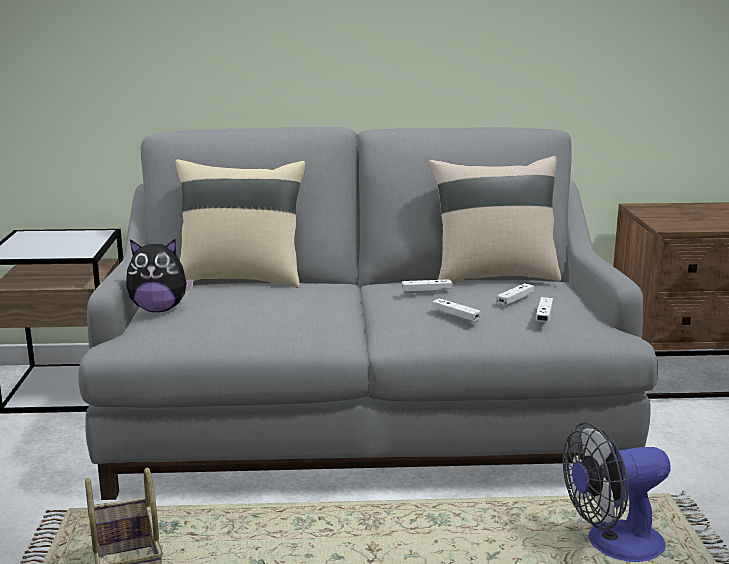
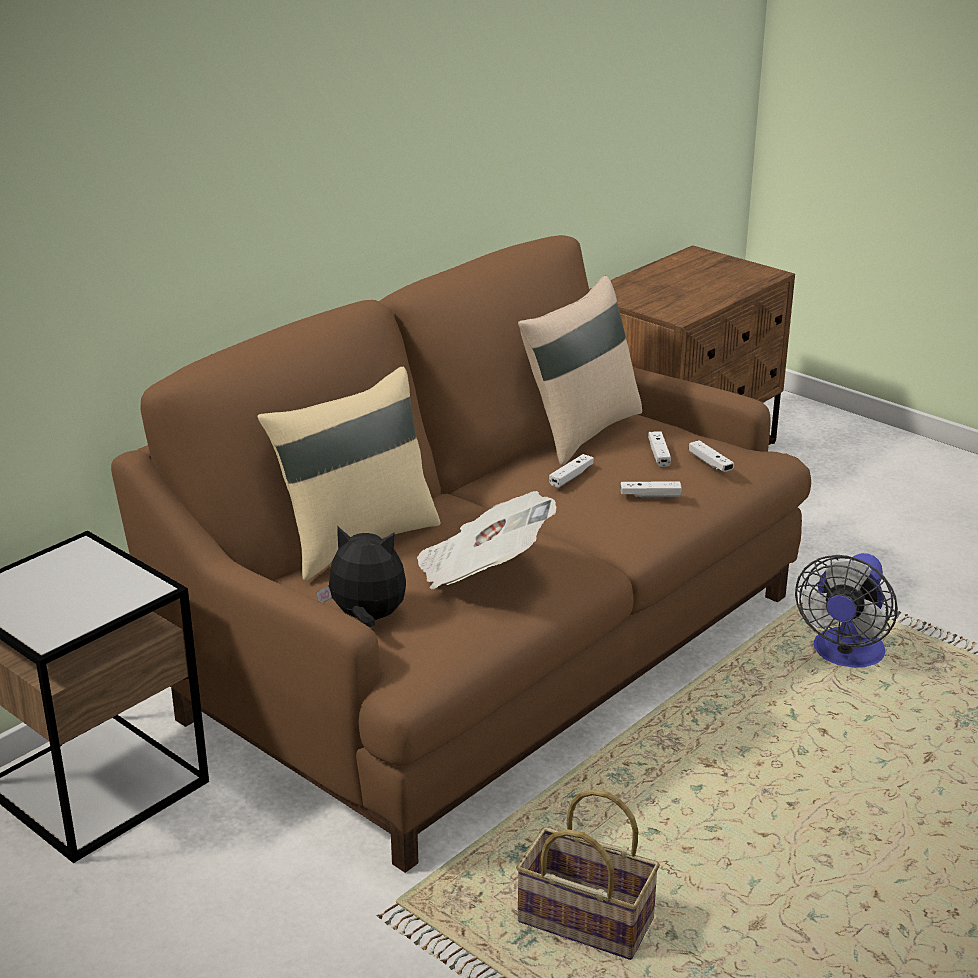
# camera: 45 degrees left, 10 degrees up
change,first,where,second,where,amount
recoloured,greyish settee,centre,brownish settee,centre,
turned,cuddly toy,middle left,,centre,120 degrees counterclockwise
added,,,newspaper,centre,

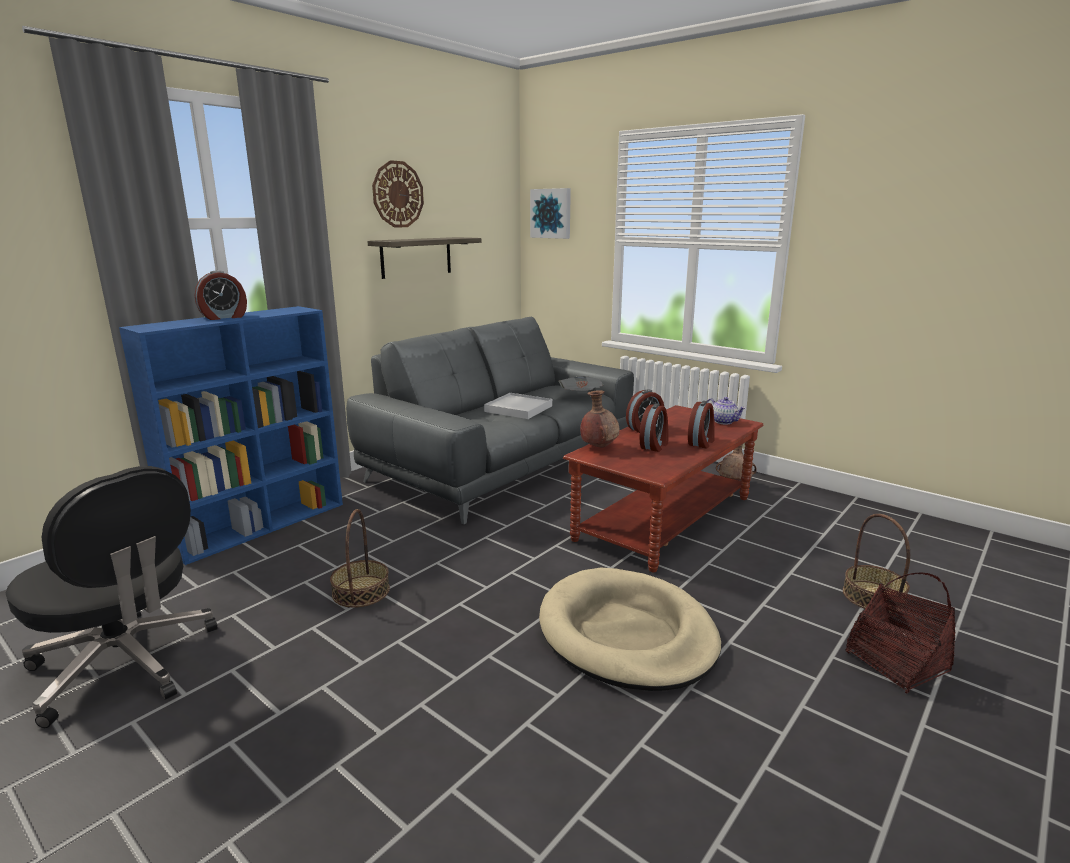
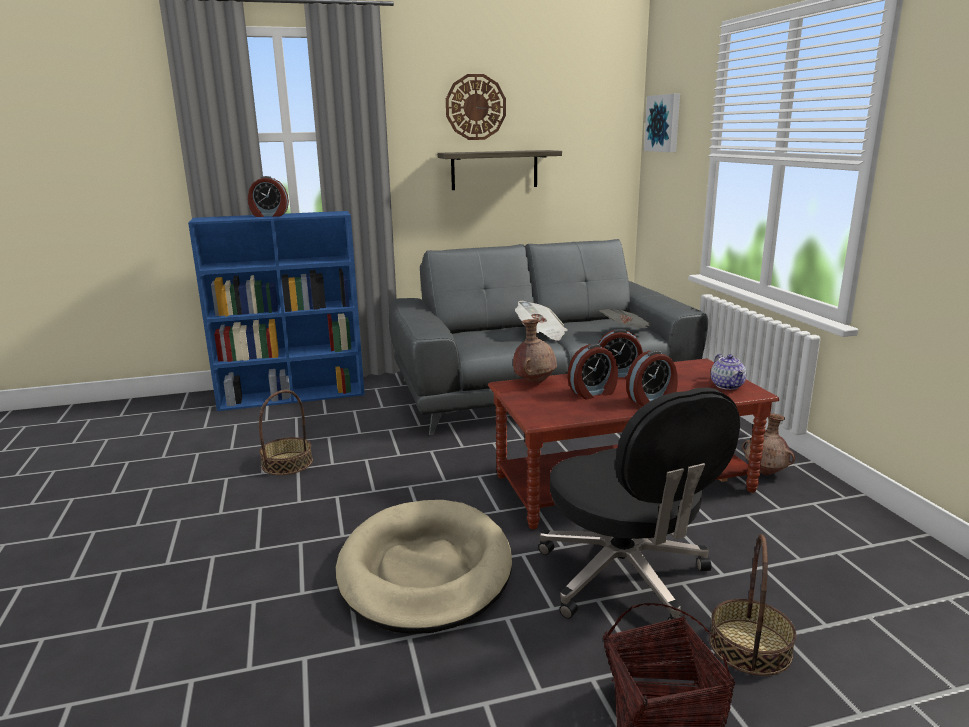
# camera: 35 degrees right, 0 degrees up
change,first,where,second,where,amount
moved,blackish computer chair,bottom left,,bottom centre,
replaced,whitish serving tray,centre,newspaper (1st from left),centre,

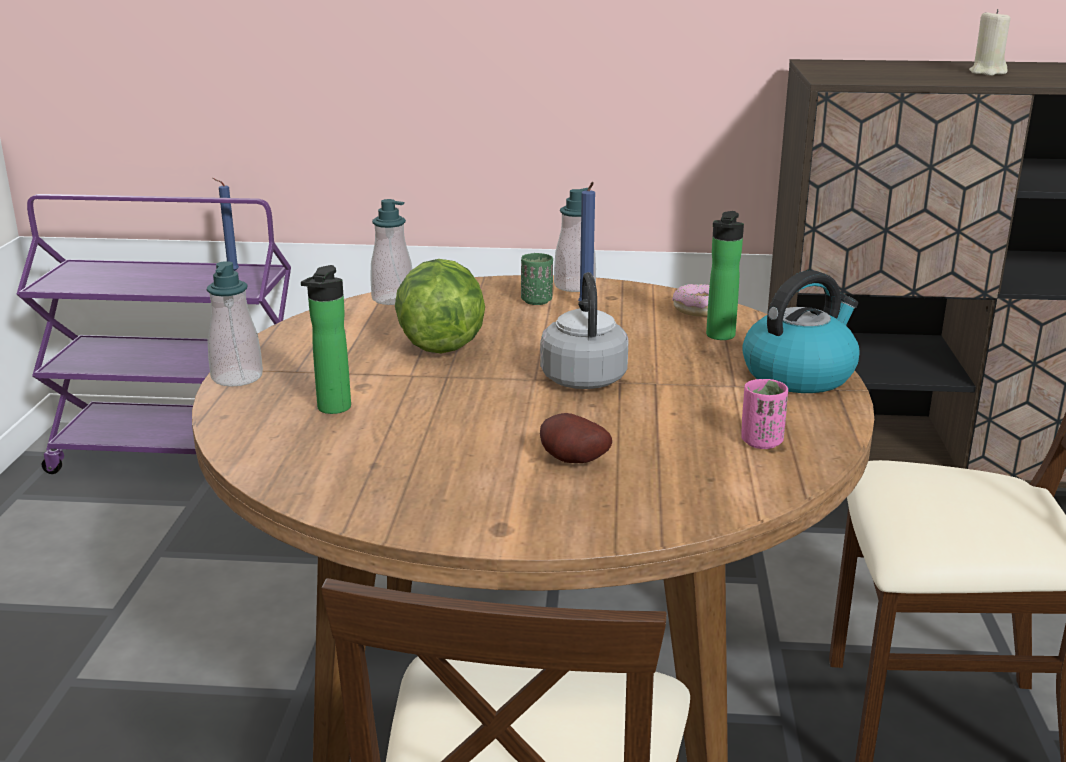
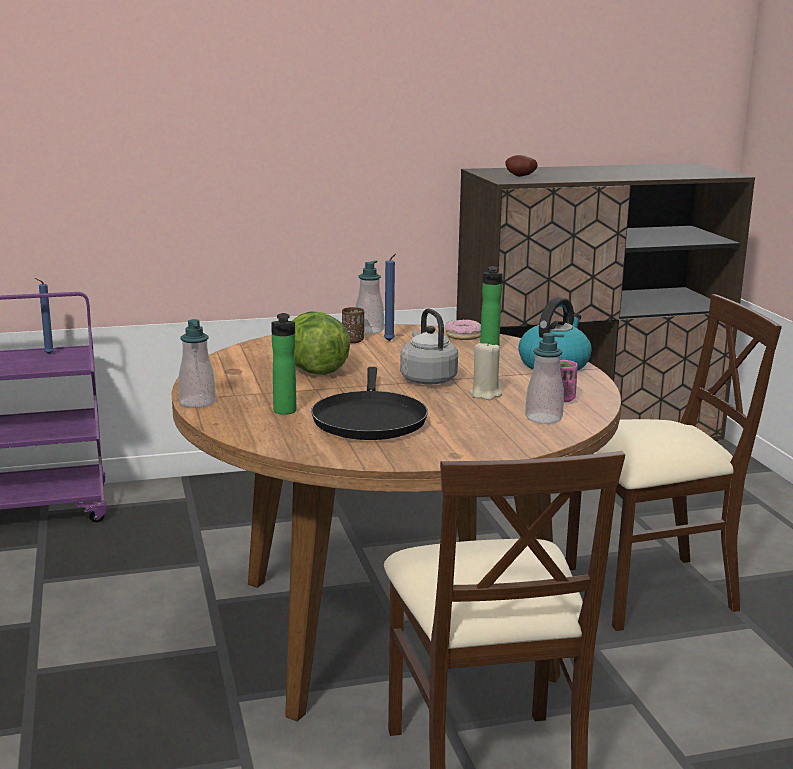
# camera: 20 degrees left, 5 degrees down
change,first,where,second,where,amount
moved,soap dispenser (2nd from left in the first image),top centre,soap dispenser (3rd from left),middle right,
recoloured,green-coloured drinking cup,centre,brownish drinking cup,centre,
moved,spud,centre,,top centre,
moved,sand-coloured wax candle,top right,,centre,
added,,,blackish pan,centre,

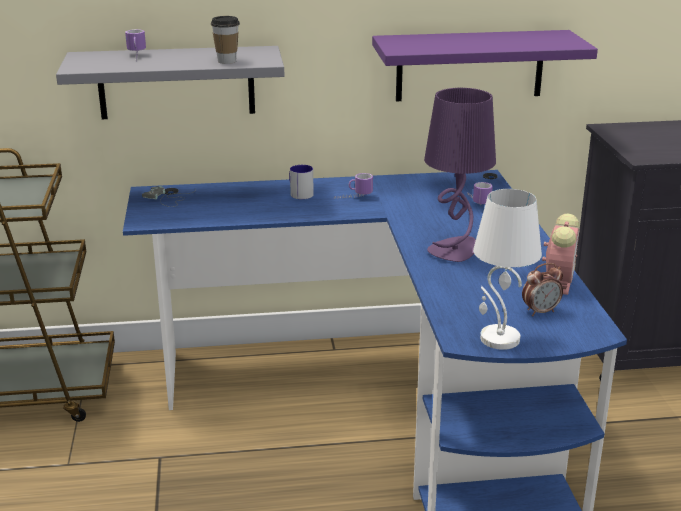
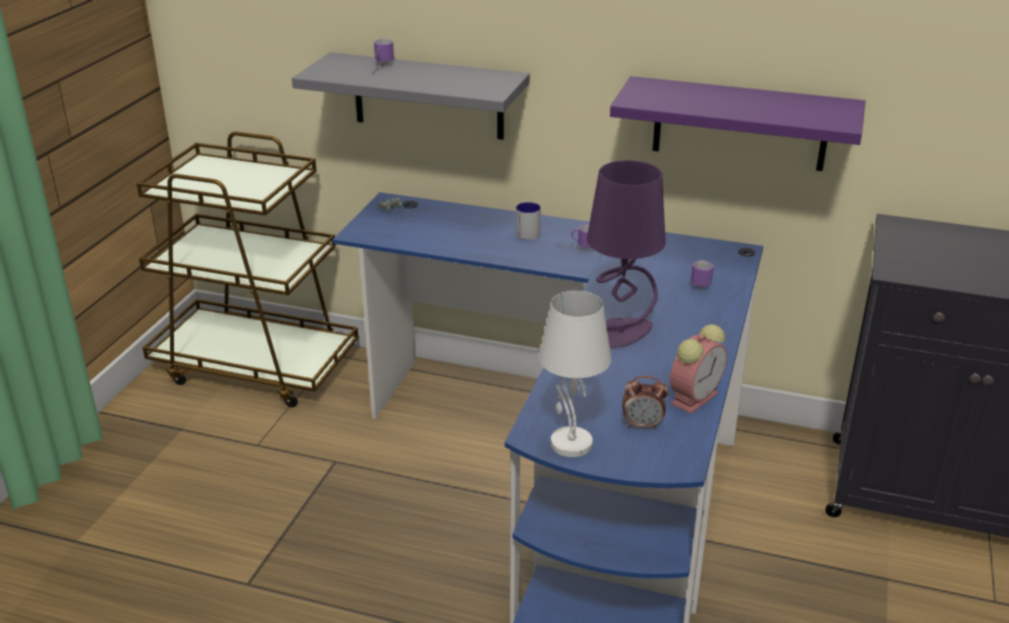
# camera: 25 degrees right, 5 degrees up
change,first,where,second,where,amount
removed,drinking cup,top left,,,

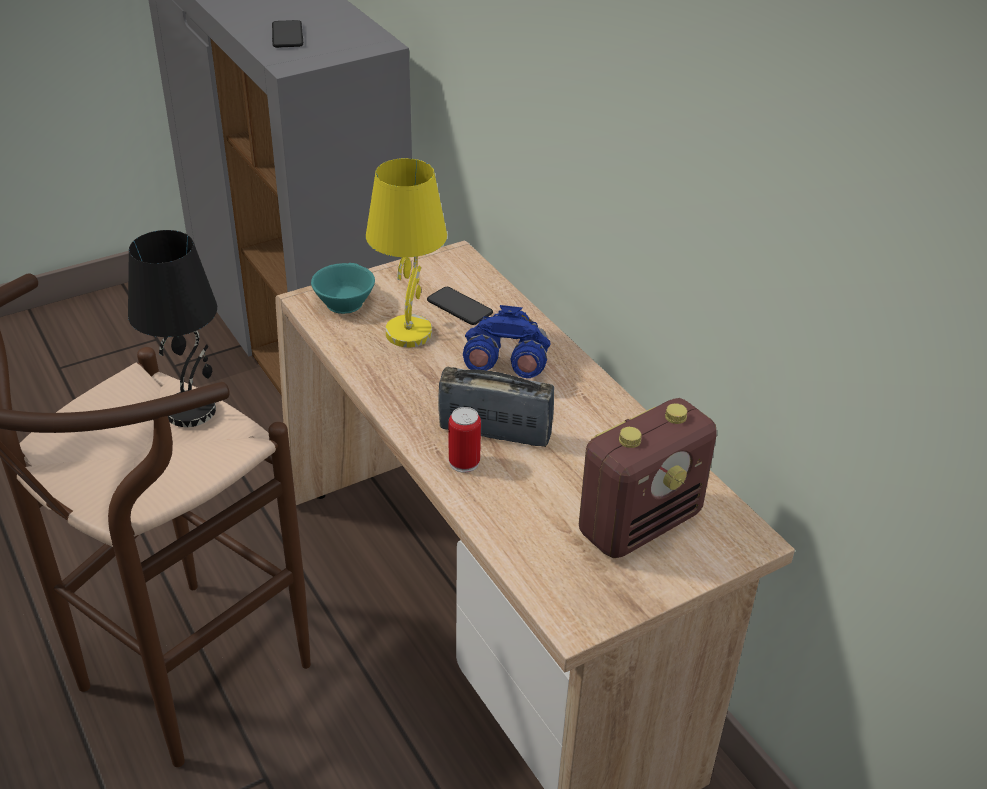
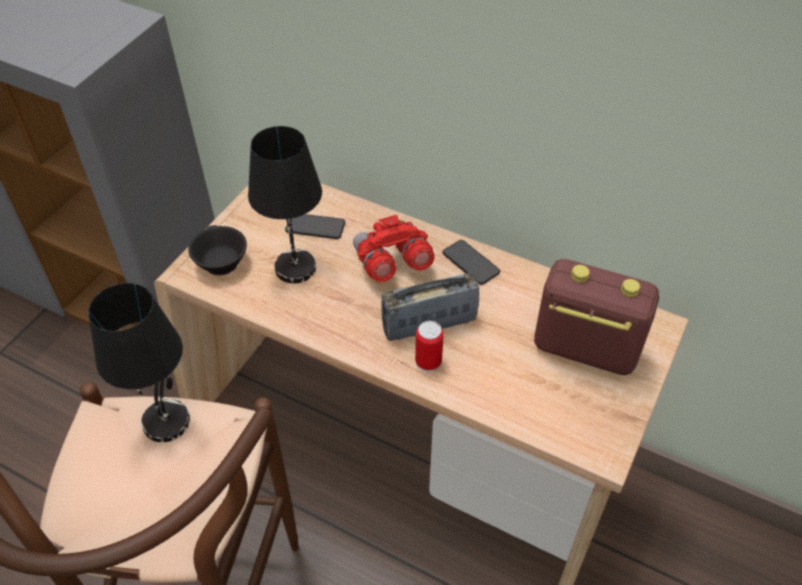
# camera: 30 degrees left, 10 degrees up
change,first,where,second,where,amount
moved,handset (1st from left in the first image),top left,handset (2nd from left),centre,
recoloured,turquoise drinking cup,centre,blackish drinking cup,middle left,
recoloured,yellow-coloured tabletop lamp,top centre,blackish tabletop lamp (2nd from left),centre,
recoloured,bluish binoculars,centre,red binoculars,centre,
turned,radio (2nd from left),centre,,middle right,90 degrees counterclockwise

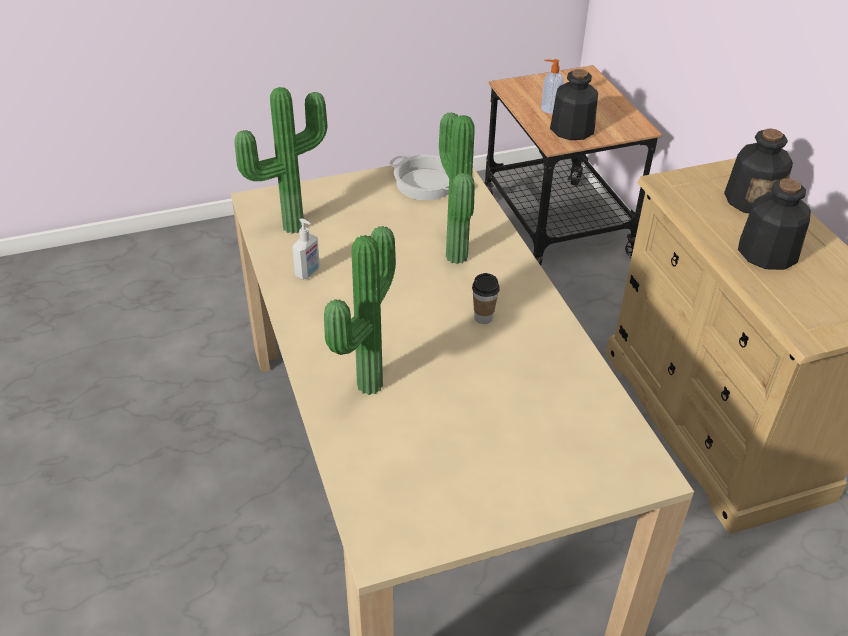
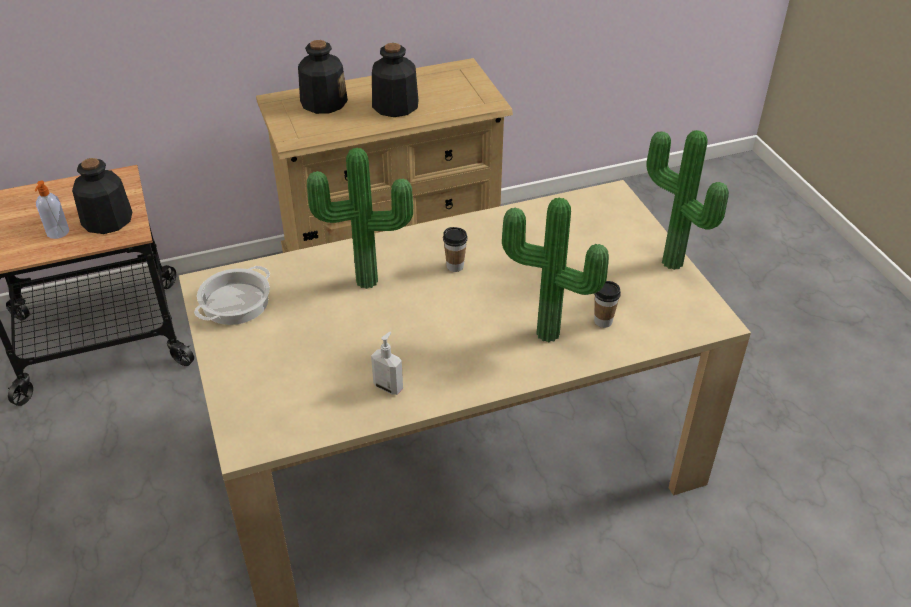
# camera: 90 degrees left, 0 degrees up
change,first,where,second,where,amount
moved,houseplant (1st from left in the first image),top left,houseplant (3rd from left),top right,
added,,,drinking cup (2nd from left),centre,

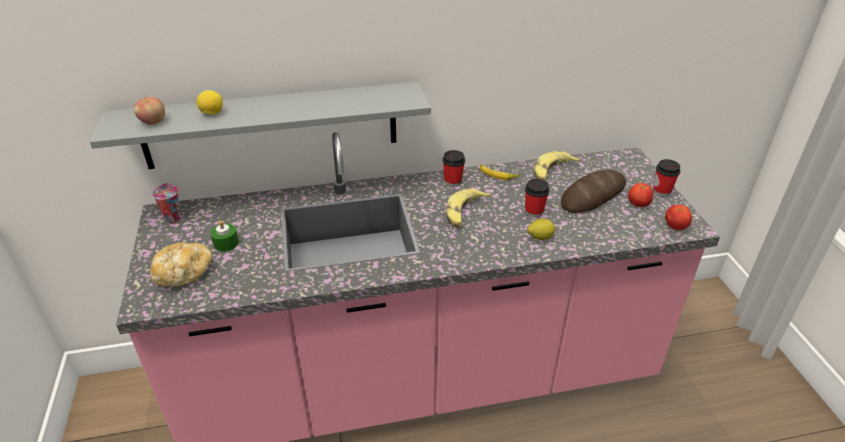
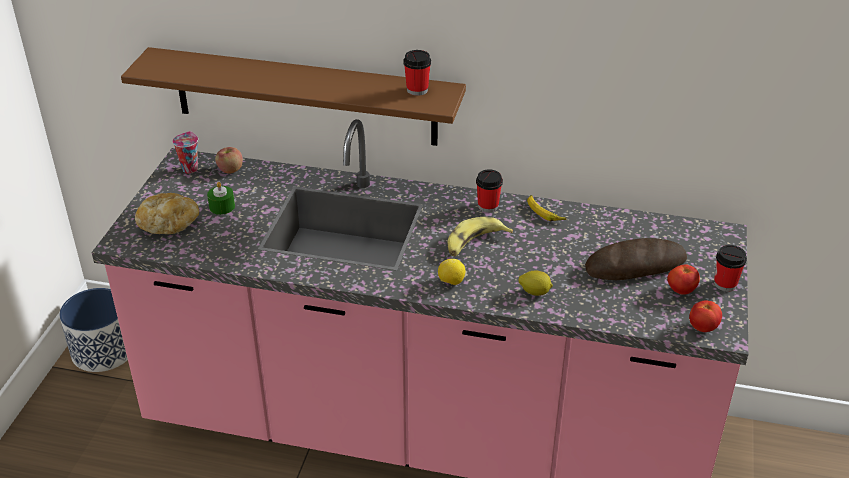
# camera: 25 degrees right, 0 degrees up
change,first,where,second,where,amount
recoloured,greyish wall shelf,top left,brownish wall shelf,top centre,
moved,apple,top left,,middle left,
moved,lemon (1st from left),top left,,centre,
moved,drinking cup (3rd from left in the first image),centre,drinking cup (2nd from left),top centre,
removed,whole banana (3rd from left),centre,,,
added,,,flower pot,bottom left,

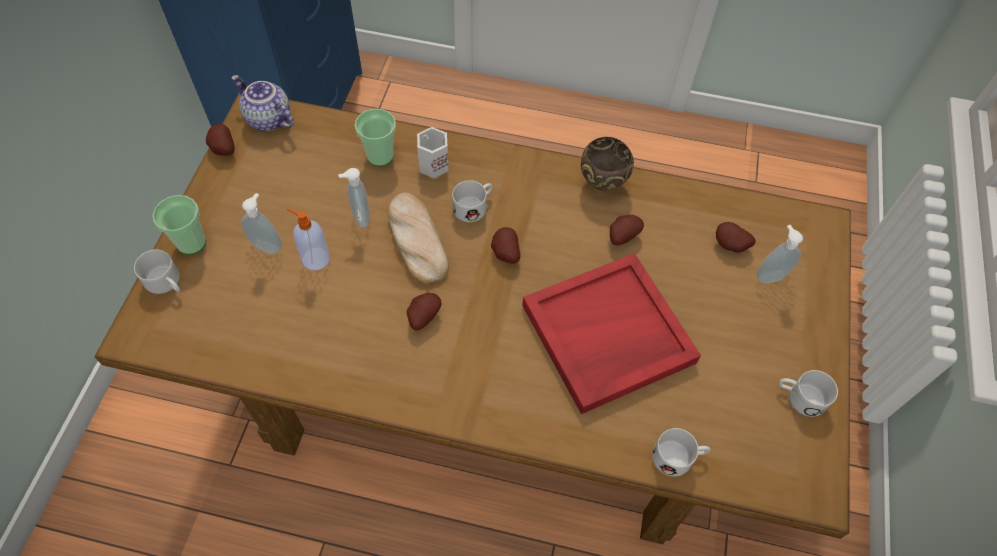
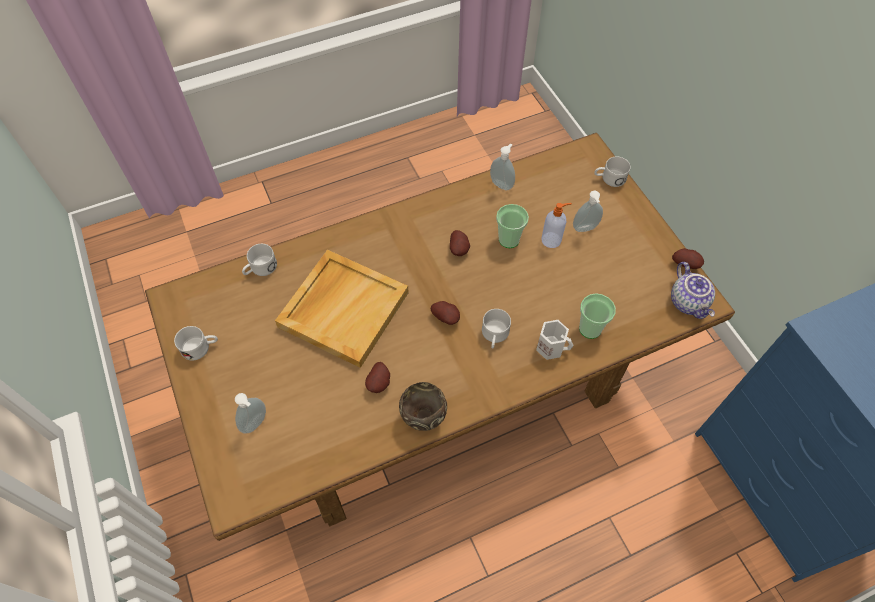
# camera: 145 degrees right, 0 degrees up
change,first,where,second,where,amount
moved,drinking cup (1st from left),middle left,,centre,
turned,tea pot,top left,,middle right,75 degrees clockwise
moved,soap dispenser (3rd from left in the first image),centre,soap dispenser (2nd from left),top centre,
removed,bakery bread,centre,,,
recoloured,red serving tray,centre,sand-coloured serving tray,centre,
removed,spud (5th from left),middle right,,,

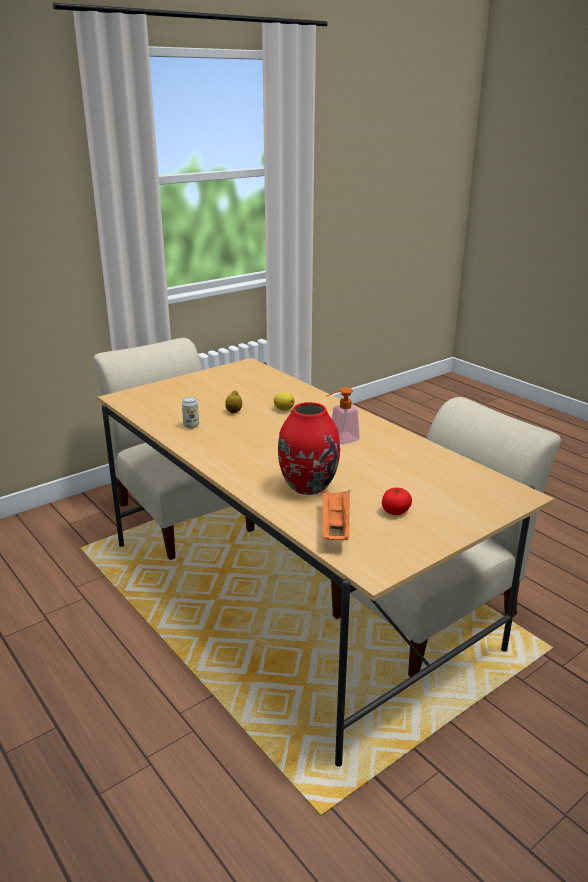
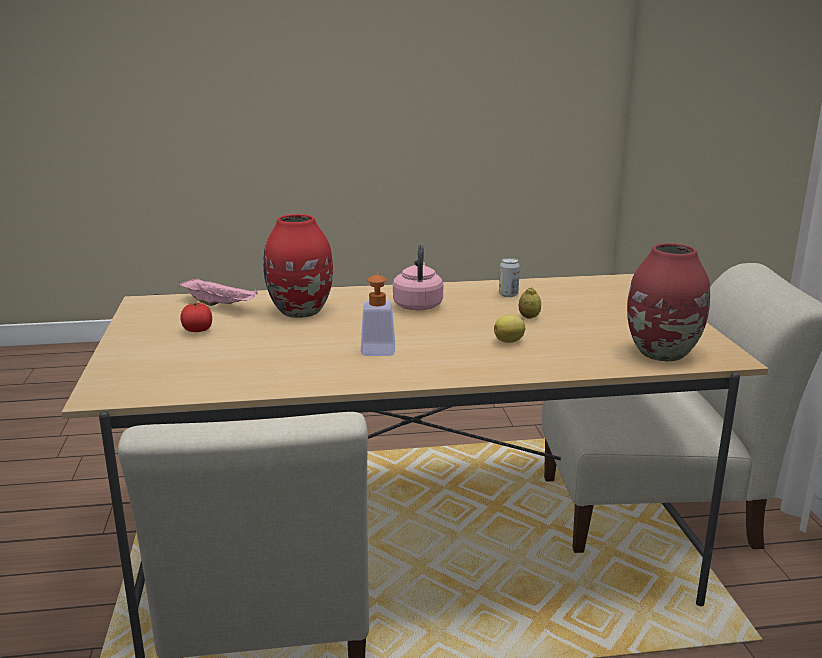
# camera: 120 degrees right, 5 degrees down
change,first,where,second,where,amount
recoloured,orange-coloured serving tray,centre,pink serving tray,middle left,
added,,,pink water kettle,centre,
added,,,red decorative vase (2nd from left),middle right,

